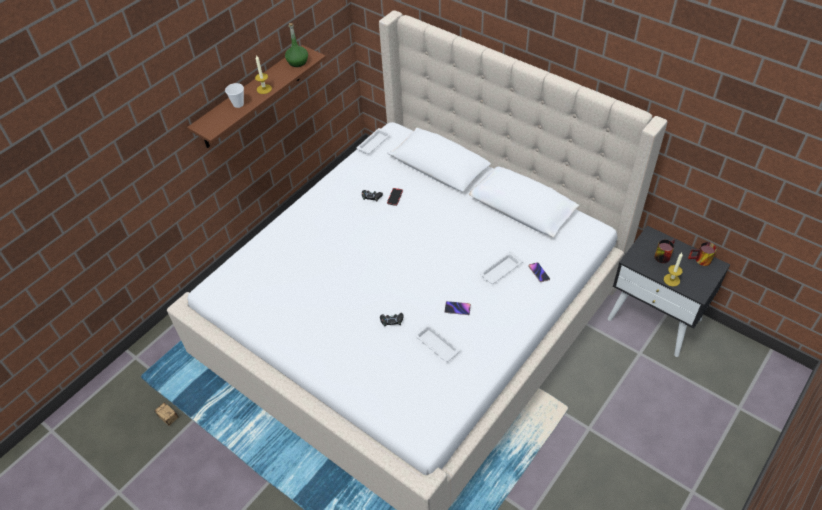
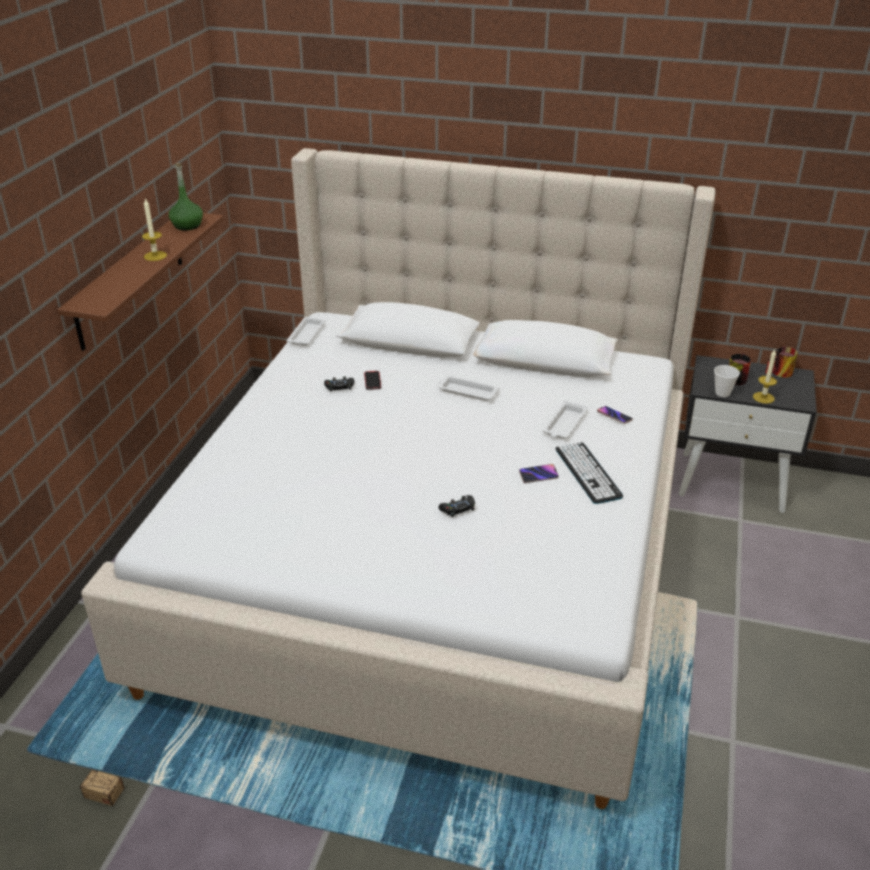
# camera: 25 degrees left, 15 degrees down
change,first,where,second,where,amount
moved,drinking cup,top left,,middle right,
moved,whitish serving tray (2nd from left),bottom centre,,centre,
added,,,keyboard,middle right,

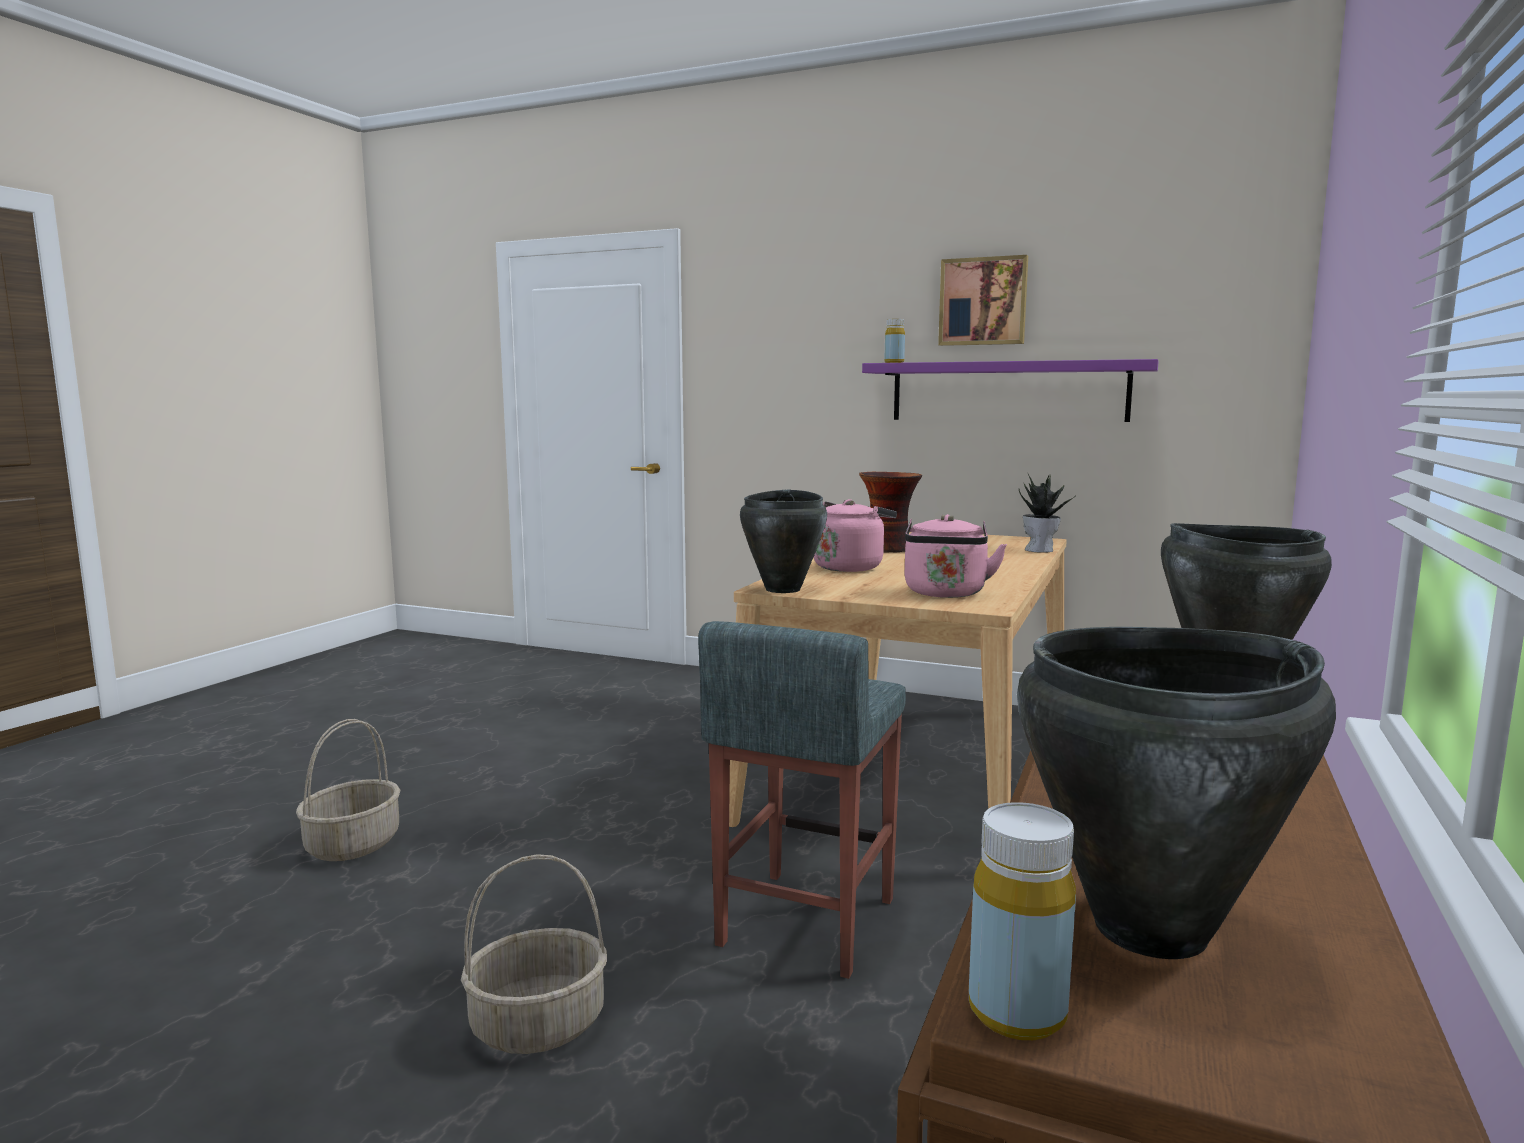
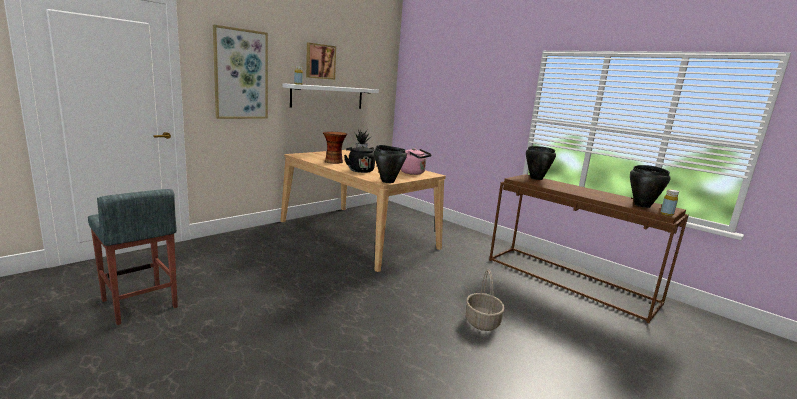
# camera: 70 degrees left, 5 degrees up
change,first,where,second,where,amount
removed,basket (1st from left),bottom left,,,
moved,greyish stool seat,bottom centre,,middle left,
recoloured,pink water kettle (1st from left),centre,blackish water kettle,centre,
recoloured,purple wall shelf,centre,whitish wall shelf,top centre,
added,,,wall picture (1st from left),top left,

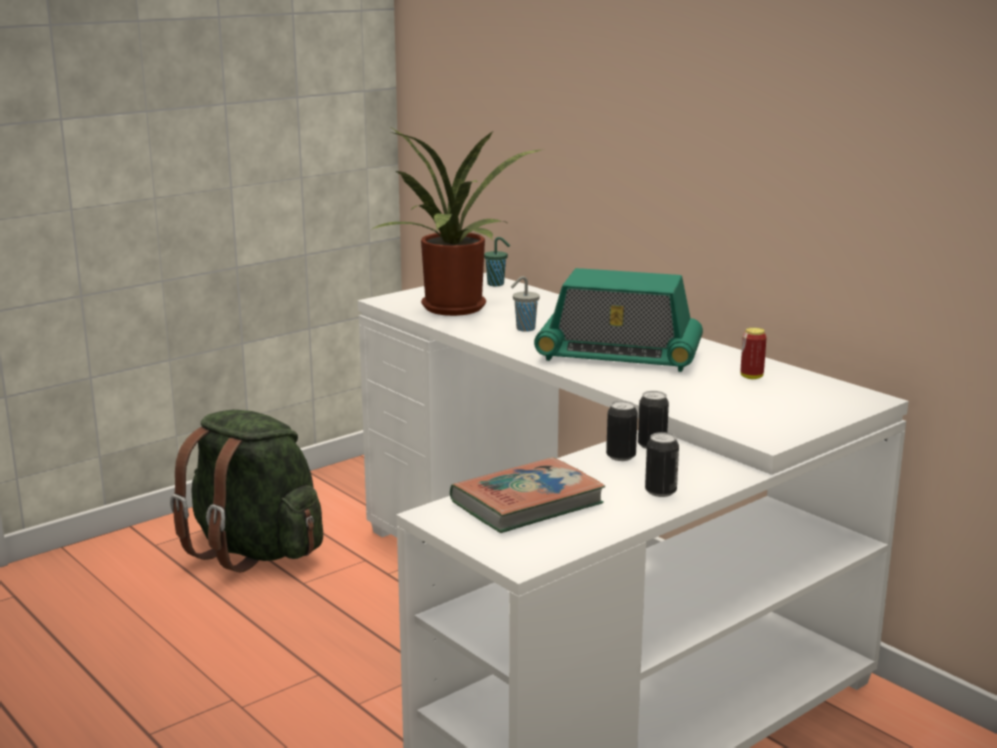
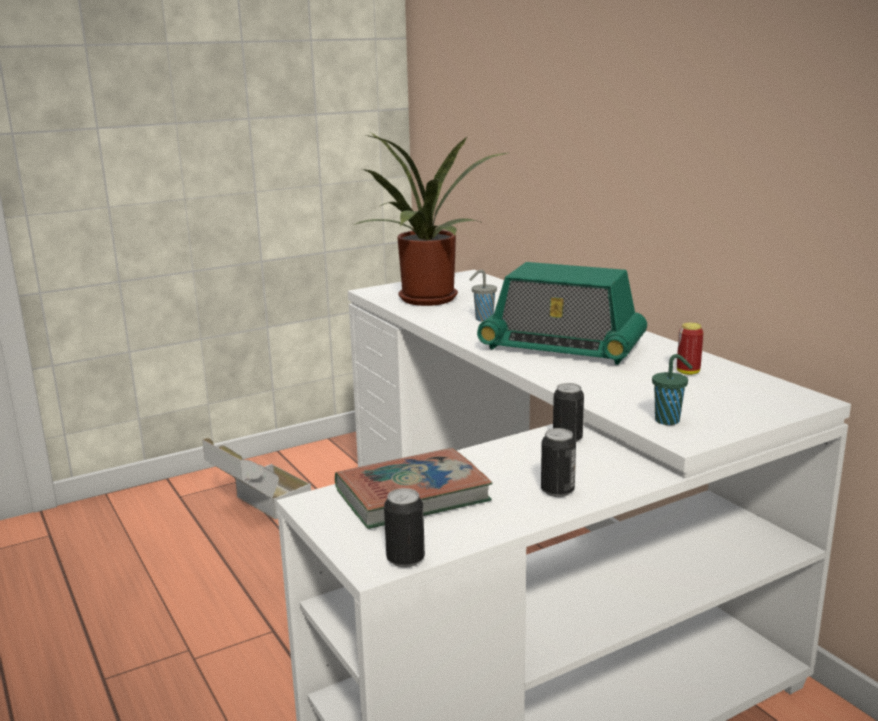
# camera: 10 degrees right, 0 degrees up
change,first,where,second,where,amount
replaced,green-coloured rucksack,middle left,carton,middle left,
moved,green-coloured drinking cup,centre,,middle right,
moved,metal can (1st from left),centre,,bottom centre,

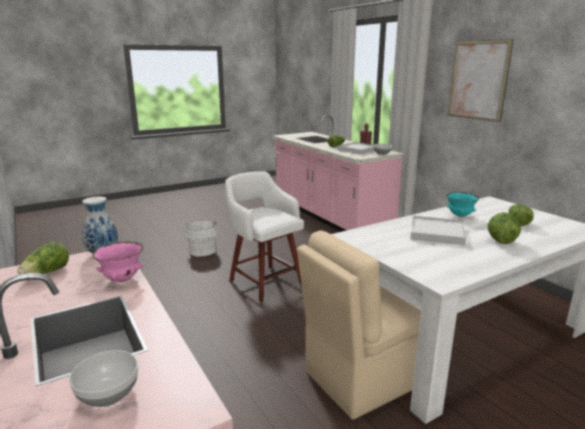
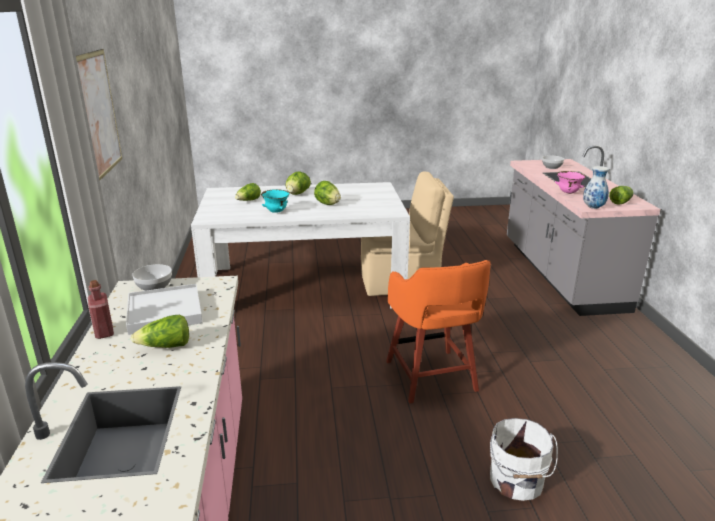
# camera: 155 degrees left, 5 degrees up
change,first,where,second,where,amount
recoloured,whitish stool seat,centre,orange-coloured stool seat,centre,
replaced,whitish serving tray (2nd from left),middle right,lettuce head (4th from left),centre,

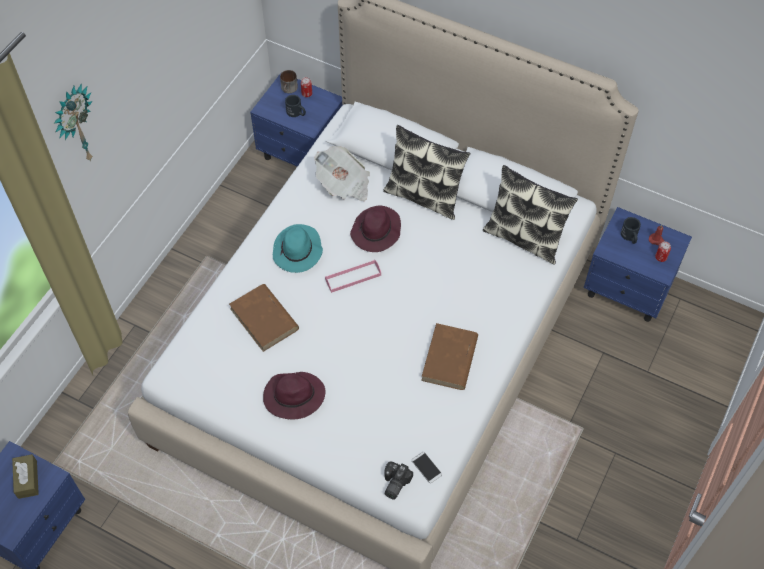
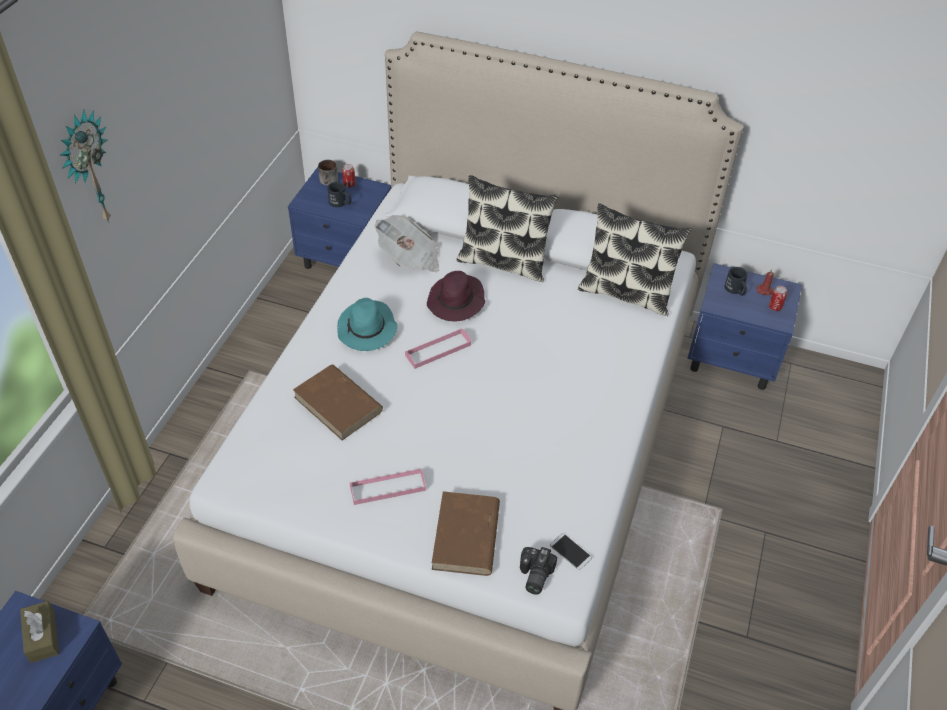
# camera: 10 degrees left, 10 degrees down
change,first,where,second,where,amount
replaced,purple clothing hat (1st from left),bottom centre,pink serving tray (1st from left),bottom centre,
moved,brownish bound book (2nd from left),centre,,bottom centre,

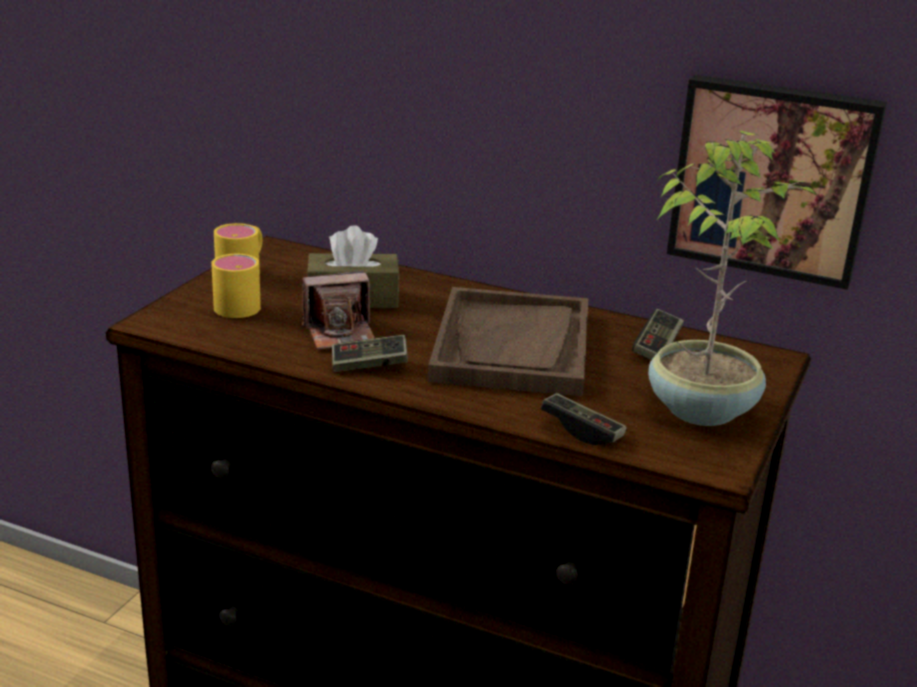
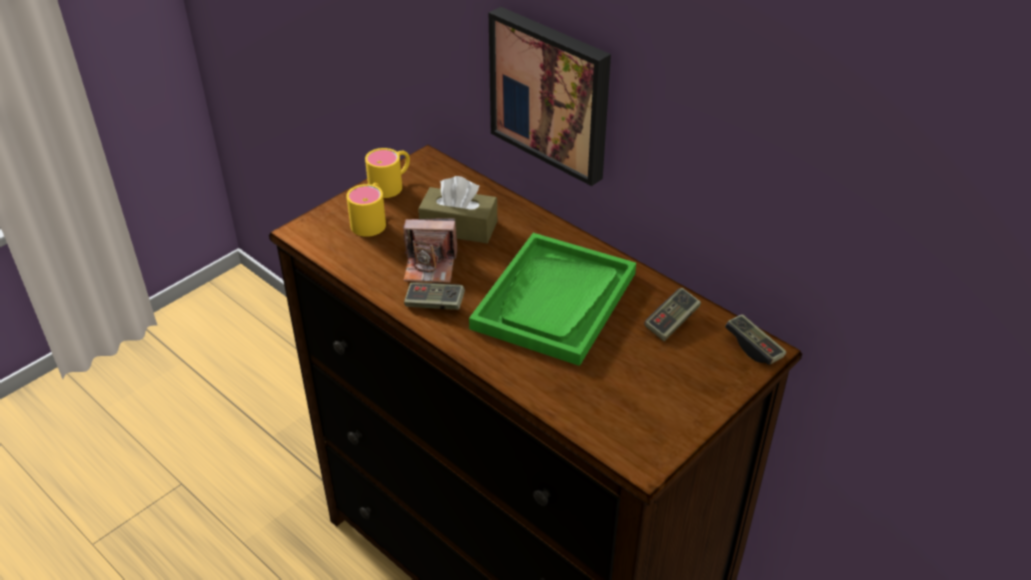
# camera: 20 degrees right, 15 degrees up
change,first,where,second,where,amount
recoloured,brownish serving tray,centre,green-coloured serving tray,centre,
moved,joypad (2nd from left in the first image),centre,joypad (3rd from left),middle right,
removed,houseplant,middle right,,,
moved,wall picture,top right,,top centre,

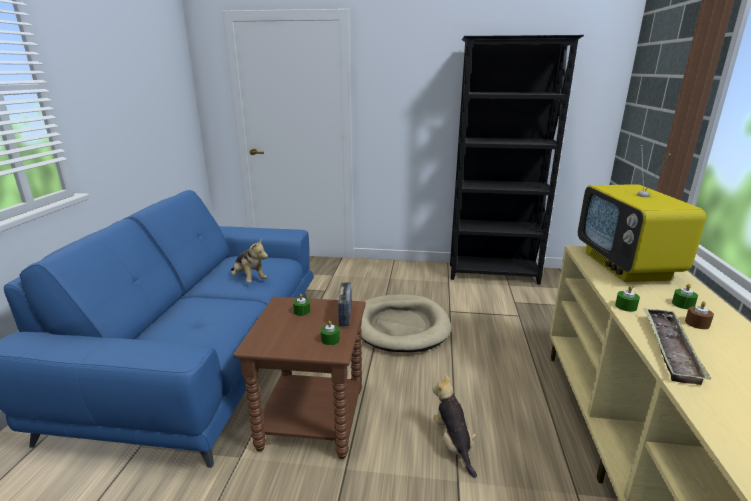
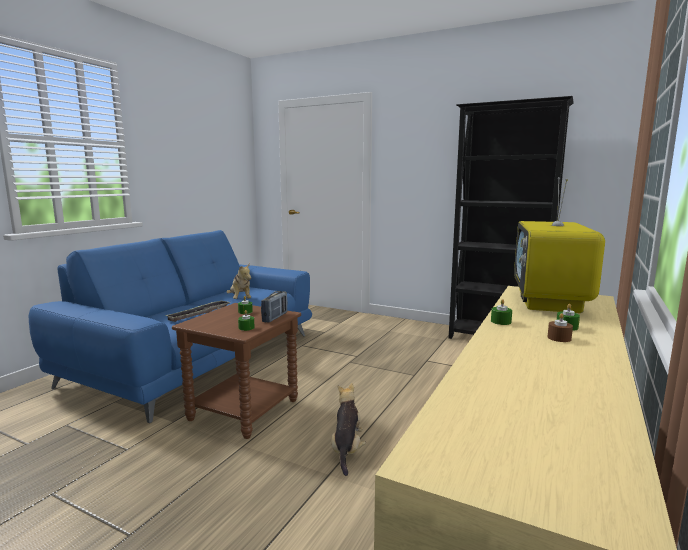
# camera: 20 degrees right, 10 degrees down
change,first,where,second,where,amount
removed,sand-coloured dog cushion,centre,,,
moved,serving tray,bottom right,,middle left,

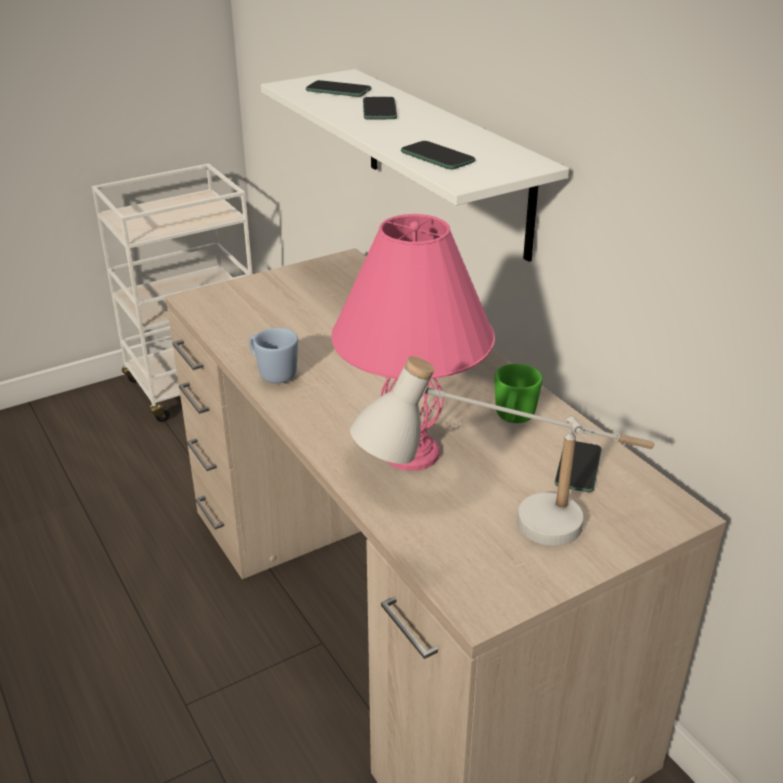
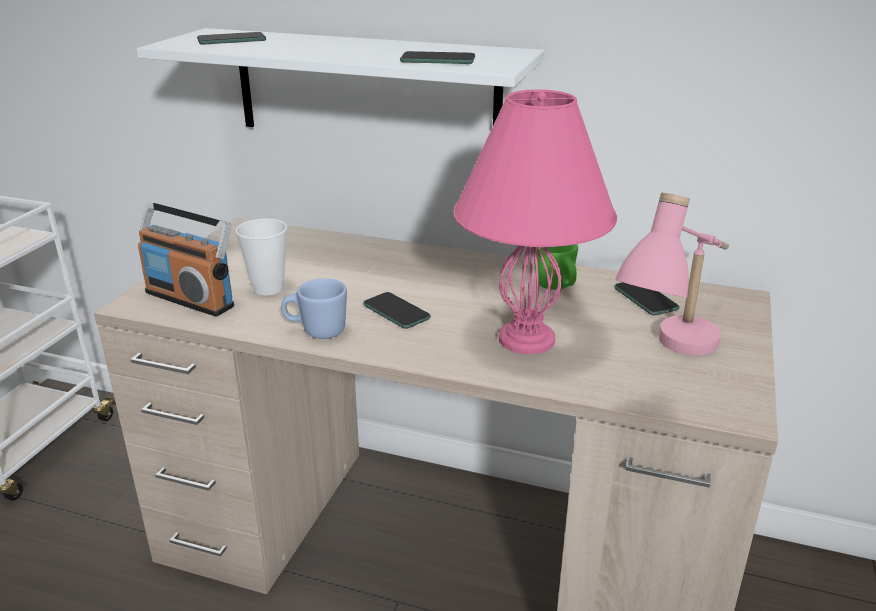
# camera: 40 degrees left, 5 degrees down
change,first,where,second,where,amount
recoloured,whitish tabletop lamp,centre,pink tabletop lamp (2nd from left),middle right,
moved,handset (2nd from left),top centre,,centre,
added,,,radio,middle left,
added,,,drinking cup,middle left,

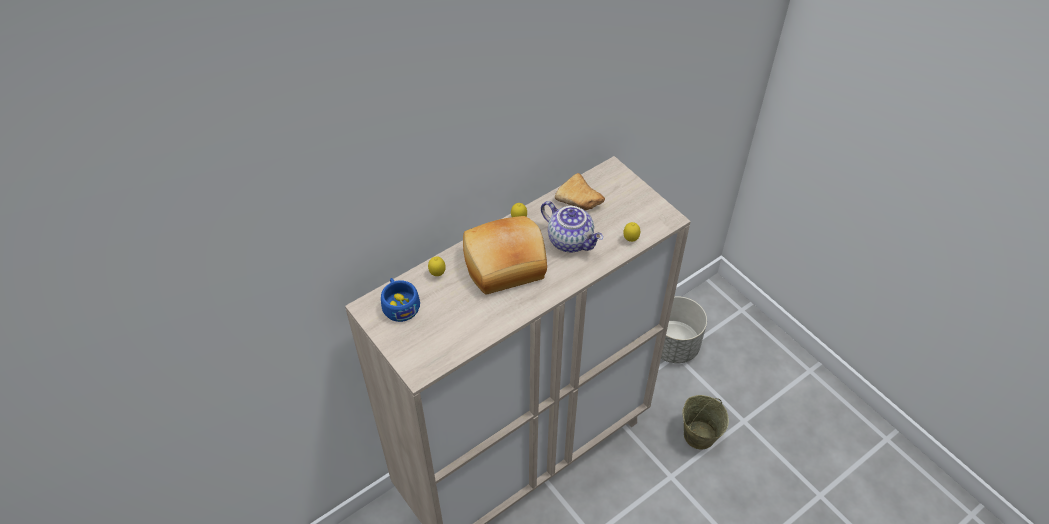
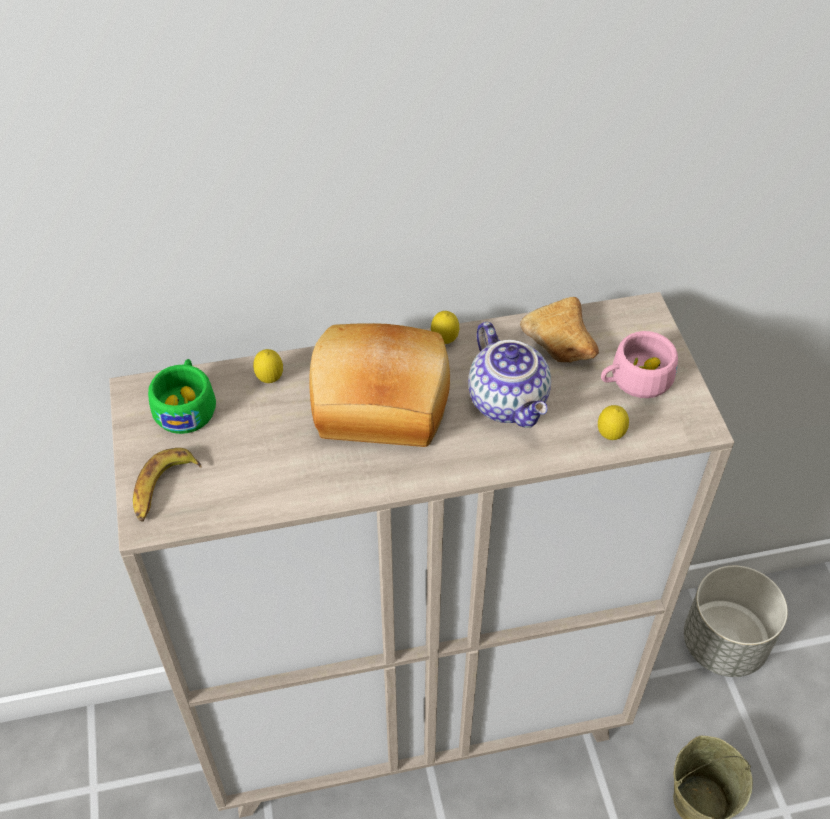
# camera: 25 degrees right, 0 degrees up
change,first,where,second,where,amount
recoloured,bluish drinking cup,centre,green-coloured drinking cup,middle left,
added,,,whole banana,middle left,
added,,,pink drinking cup,middle right,

